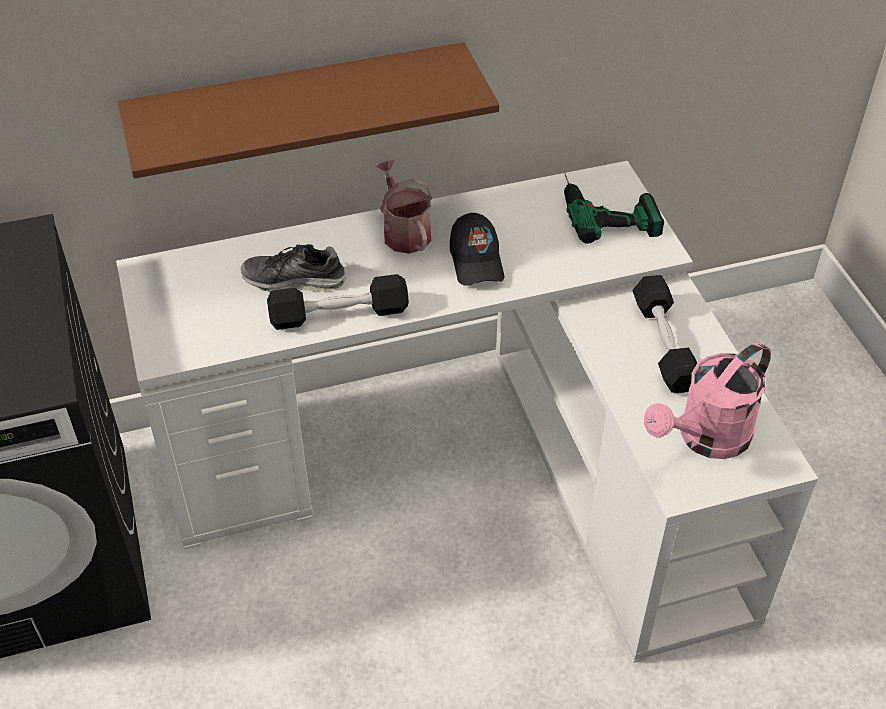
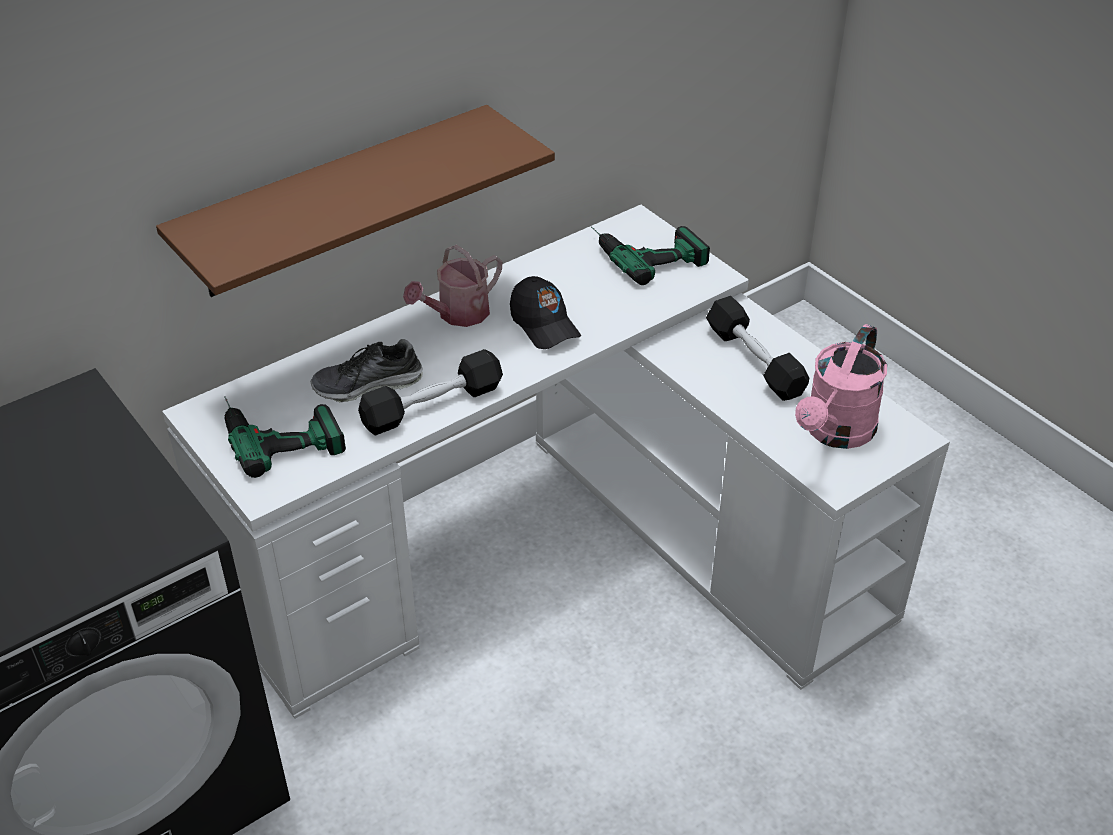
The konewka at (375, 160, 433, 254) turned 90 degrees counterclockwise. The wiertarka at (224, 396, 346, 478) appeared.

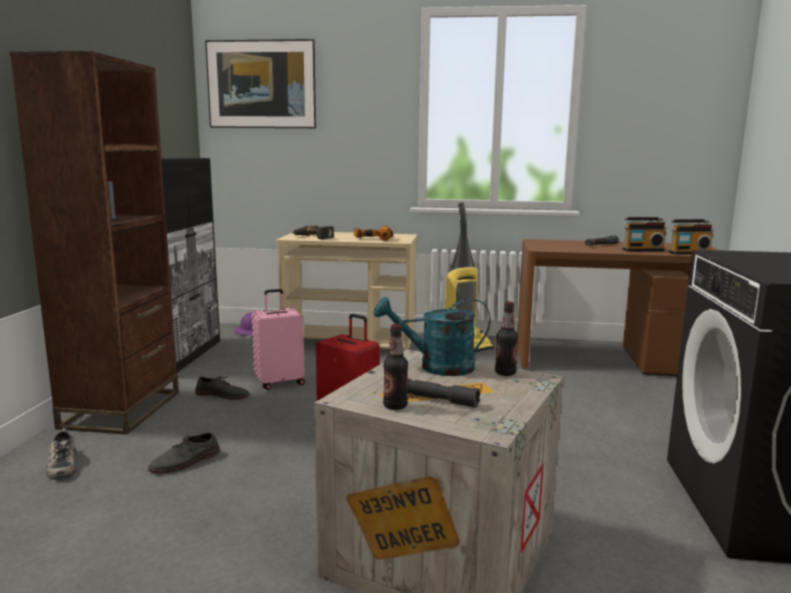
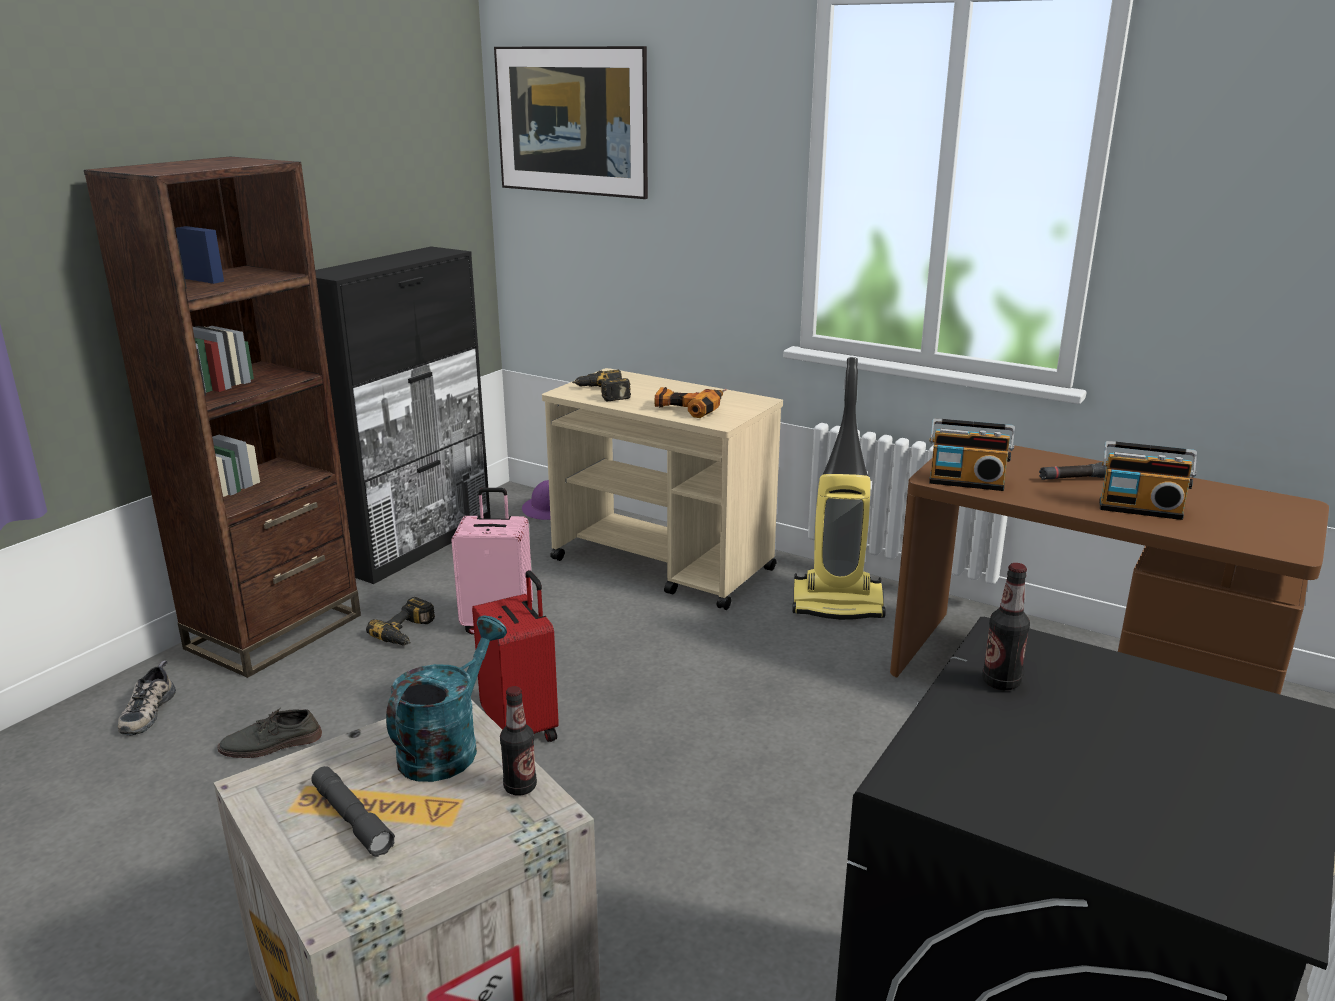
The radio moved from (668, 219, 714, 255) to (929, 418, 1015, 491). The konewka (turkusowy) at (374, 297, 490, 376) turned 90 degrees clockwise. The butelka moved from (383, 324, 408, 410) to (982, 563, 1030, 690). The but (szary) at (195, 376, 250, 400) was replaced by the wiertarka at (366, 597, 435, 645).

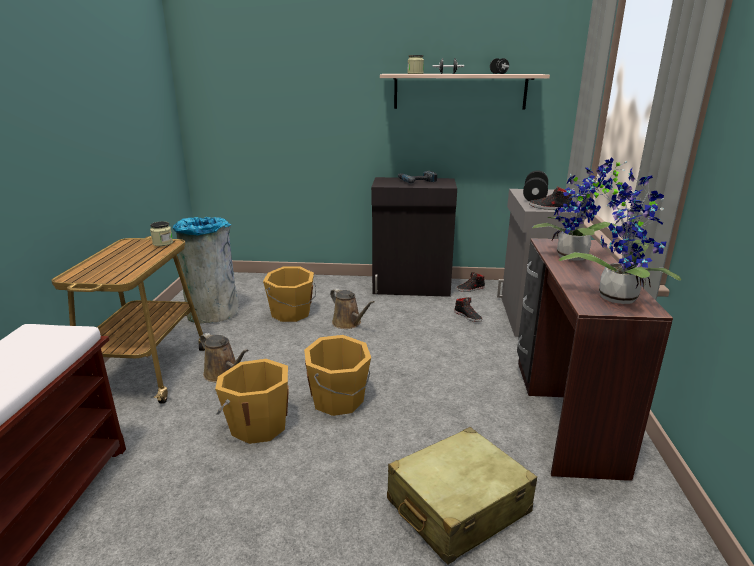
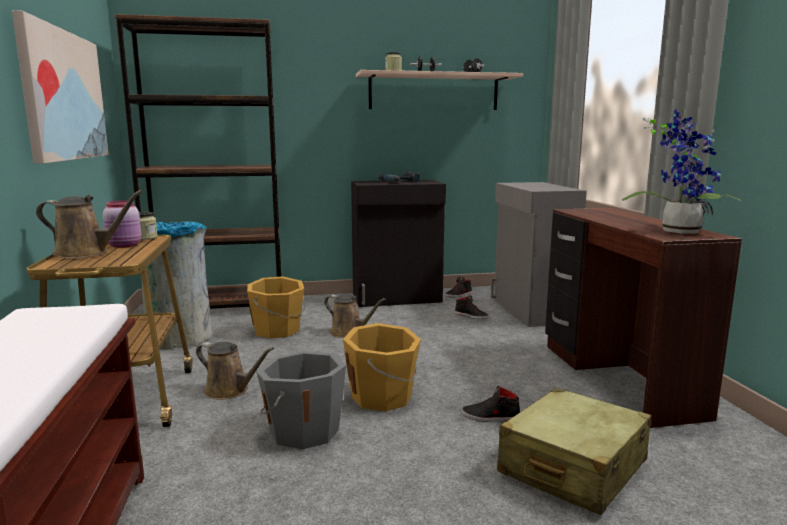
The roślina doniczkowa at (532, 157, 627, 260) disappeared. The hantel (czarny) at (523, 170, 548, 202) disappeared. The but (czarny) moved from (529, 186, 572, 210) to (461, 386, 520, 422). The wiadro (pomarańczowy) at (215, 359, 289, 444) became the wiadro (szary) at (256, 351, 346, 449). The obraz at (12, 10, 109, 164) appeared. The regał (brązowy) at (115, 14, 281, 309) appeared. The konewka (brązowy) at (36, 190, 143, 259) appeared. The słoik (różowy) at (103, 200, 142, 248) appeared.

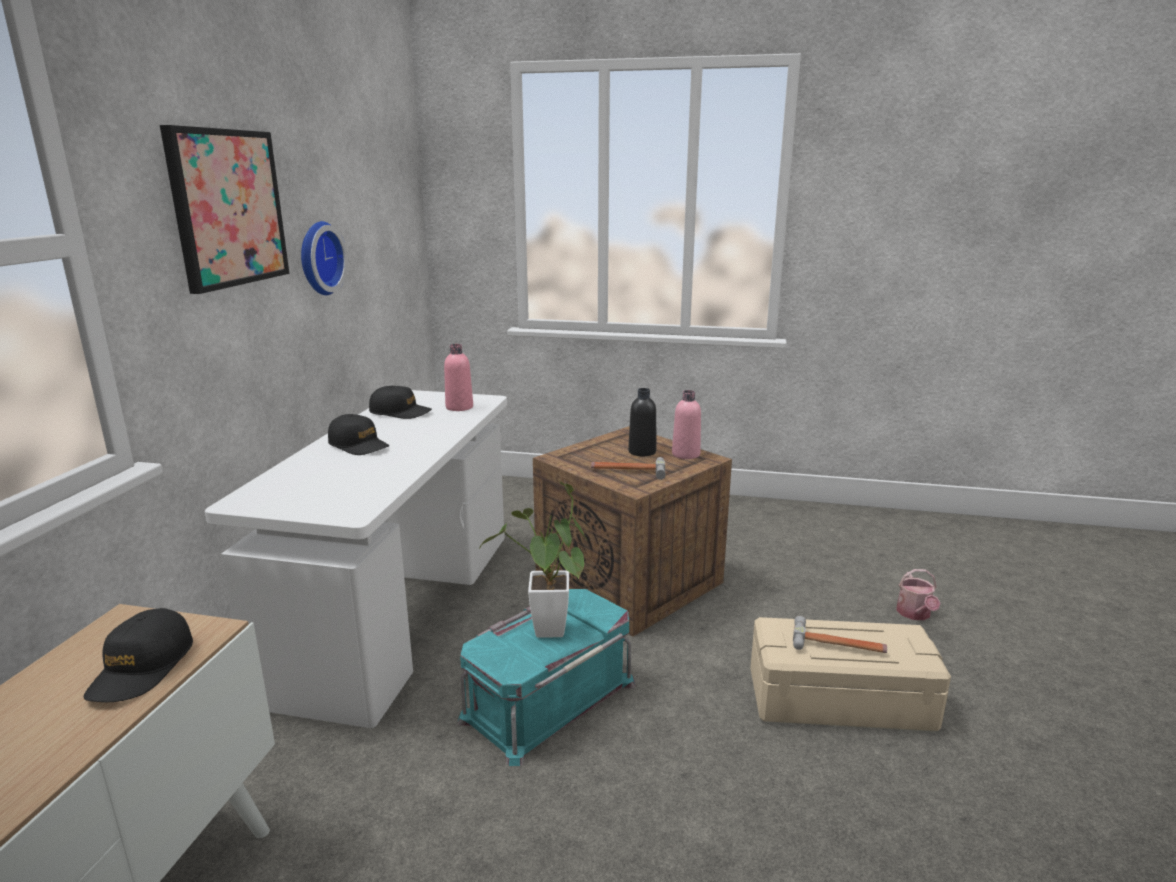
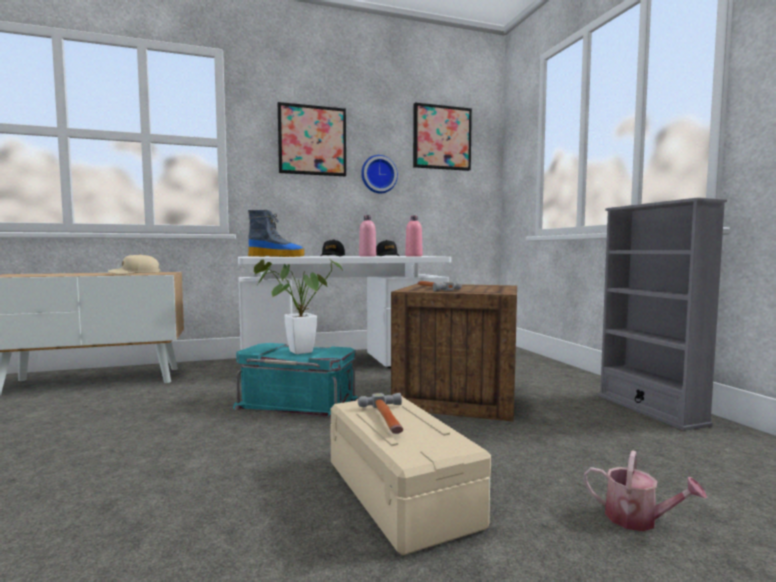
The butelka (czarny) at (628, 388, 656, 456) disappeared. The butelka (różowy) moved from (672, 390, 701, 459) to (359, 215, 376, 257). The konewka at (897, 569, 941, 620) turned 120 degrees counterclockwise. The czapka z daszkiem (czarny) at (84, 608, 193, 702) became the czapka z daszkiem (beżowy) at (108, 254, 160, 275). The obraz at (413, 103, 472, 171) appeared. The regał (szary) at (597, 197, 727, 431) appeared. The but z cholewką at (248, 210, 305, 257) appeared.

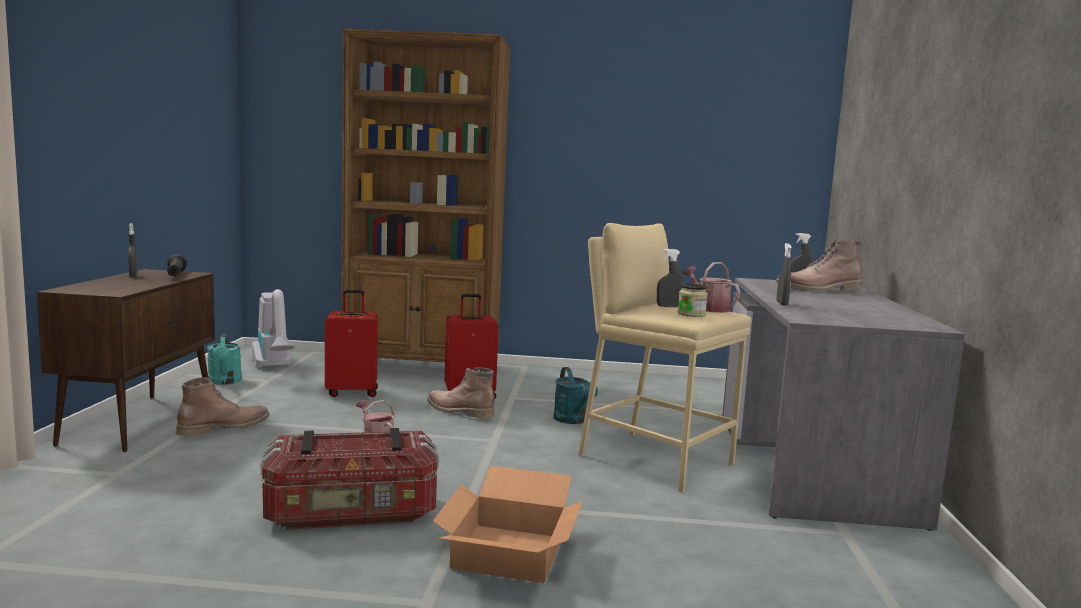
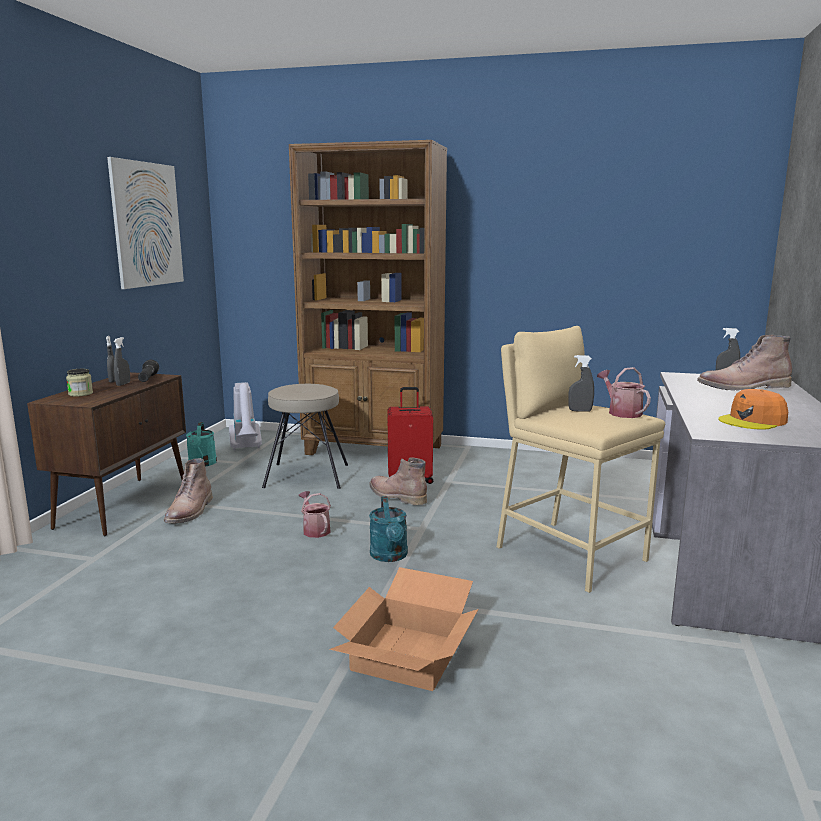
The spryskiwacz (szary) moved from (776, 243, 792, 306) to (114, 337, 130, 386). The słoik moved from (678, 283, 708, 317) to (66, 369, 93, 397). The walizka (czerwony) at (325, 290, 378, 397) was replaced by the stołek (beżowy) at (262, 384, 348, 489). The konewka (turkusowy) moved from (553, 367, 598, 424) to (369, 496, 408, 562). The but z cholewką (brązowy) at (176, 377, 270, 437) turned 135 degrees clockwise. The pojemnik do przechowywania at (261, 428, 439, 530) disappeared. The obraz at (107, 157, 184, 289) appeared. The czapka z daszkiem (pomarańczowy) at (718, 389, 788, 430) appeared.

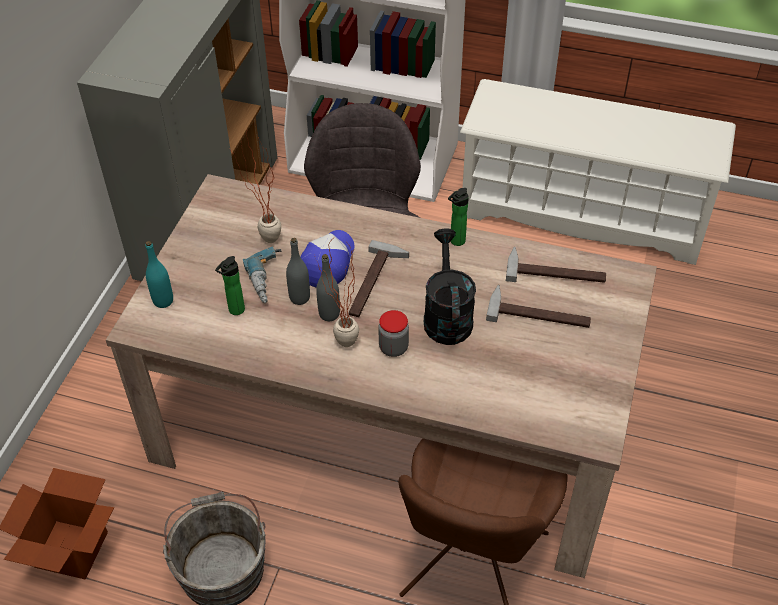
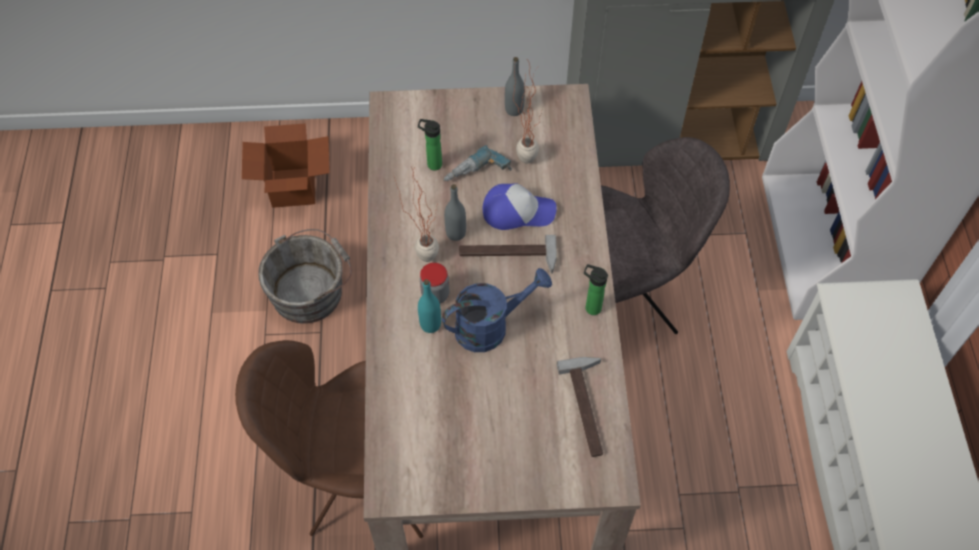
The konewka (czarny) at (424, 228, 476, 345) became the konewka (niebieski) at (442, 268, 552, 352). The butelka (szary) moved from (286, 238, 310, 305) to (505, 57, 525, 116). The butelka (turkusowy) moved from (146, 241, 173, 308) to (418, 279, 441, 333). The młotek at (486, 285, 591, 328) disappeared.

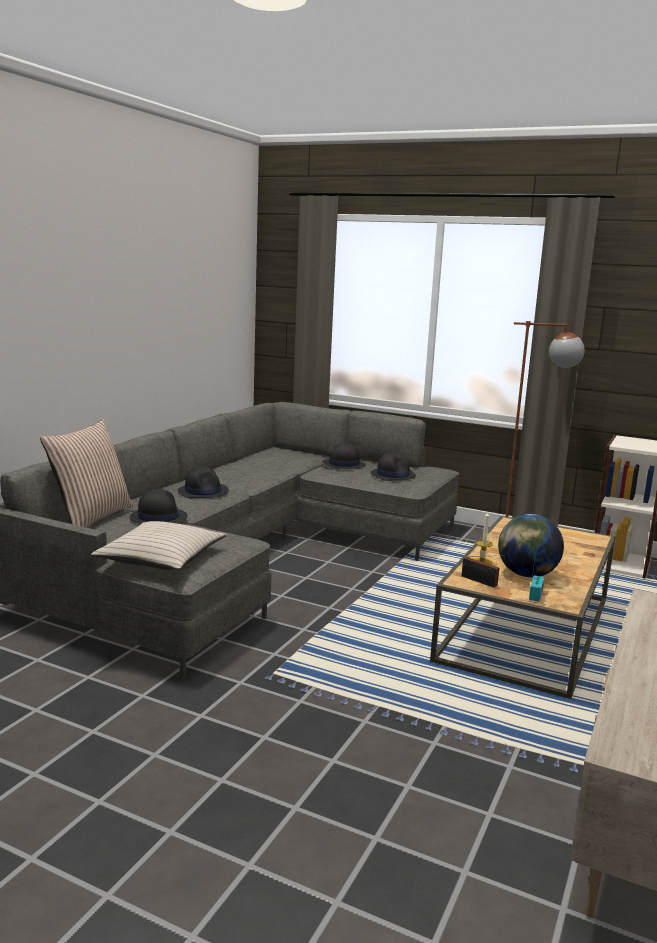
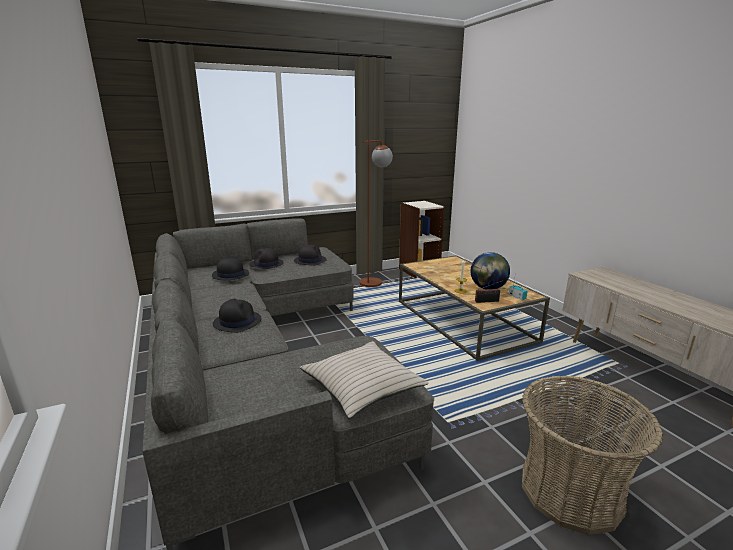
The poduszka at (40, 419, 133, 528) disappeared. The kapelusz (czarny) moved from (130, 490, 188, 524) to (212, 257, 249, 280). The koszyk at (522, 375, 663, 535) appeared.

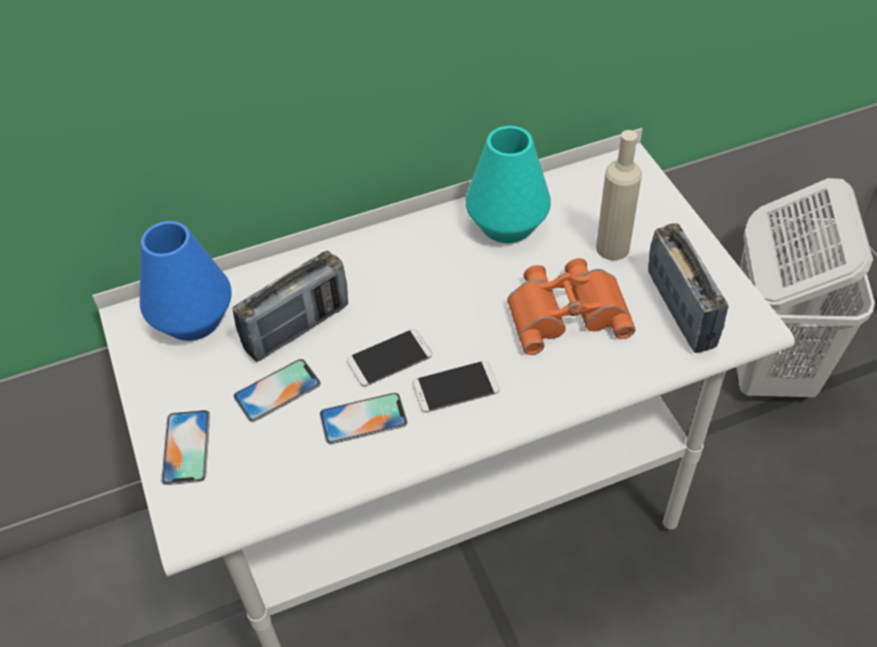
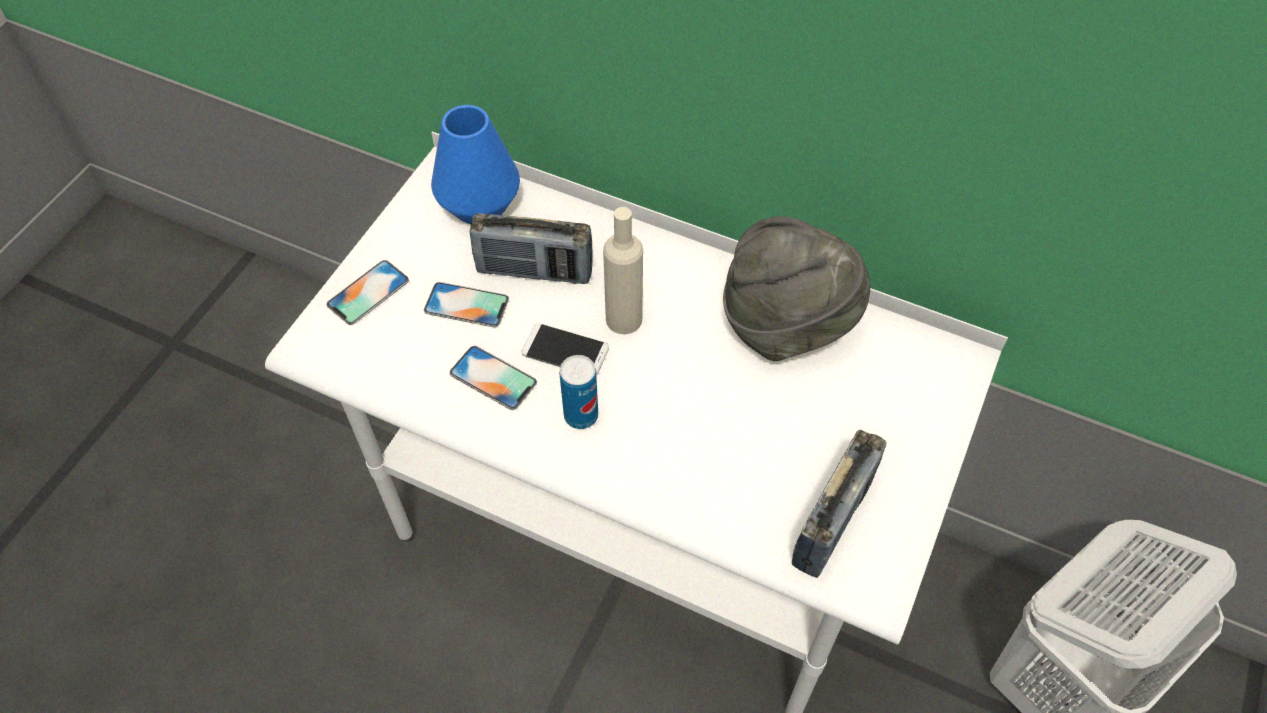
The wazon (turkusowy) at (465, 126, 551, 243) was replaced by the kapelusz (szary) at (723, 216, 870, 361). The butelka (beżowy) moved from (596, 130, 642, 260) to (603, 207, 643, 334). The lornetka (pomarańczowy) at (507, 258, 636, 355) disappeared. The telefon at (412, 361, 500, 413) was replaced by the puszka at (559, 355, 598, 429).

